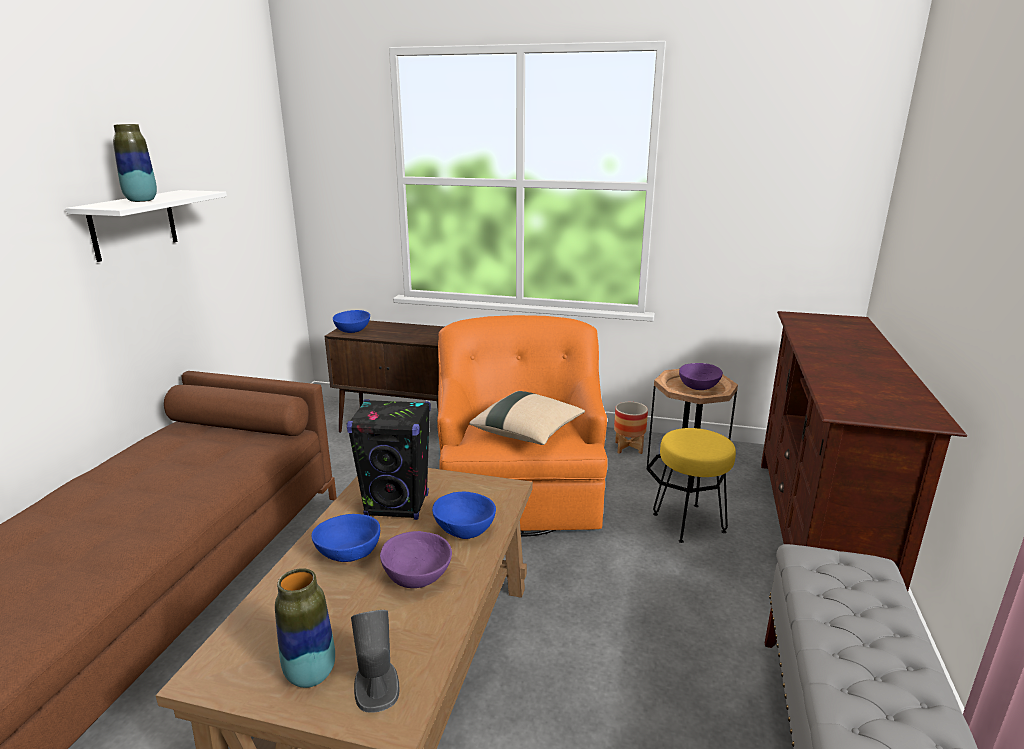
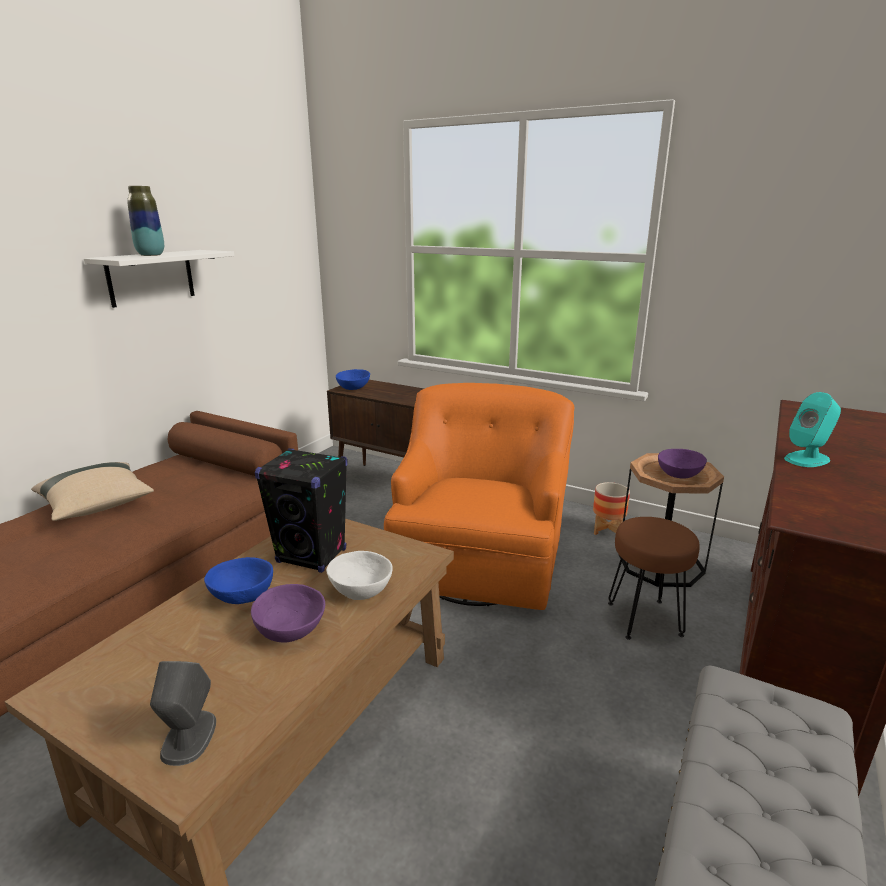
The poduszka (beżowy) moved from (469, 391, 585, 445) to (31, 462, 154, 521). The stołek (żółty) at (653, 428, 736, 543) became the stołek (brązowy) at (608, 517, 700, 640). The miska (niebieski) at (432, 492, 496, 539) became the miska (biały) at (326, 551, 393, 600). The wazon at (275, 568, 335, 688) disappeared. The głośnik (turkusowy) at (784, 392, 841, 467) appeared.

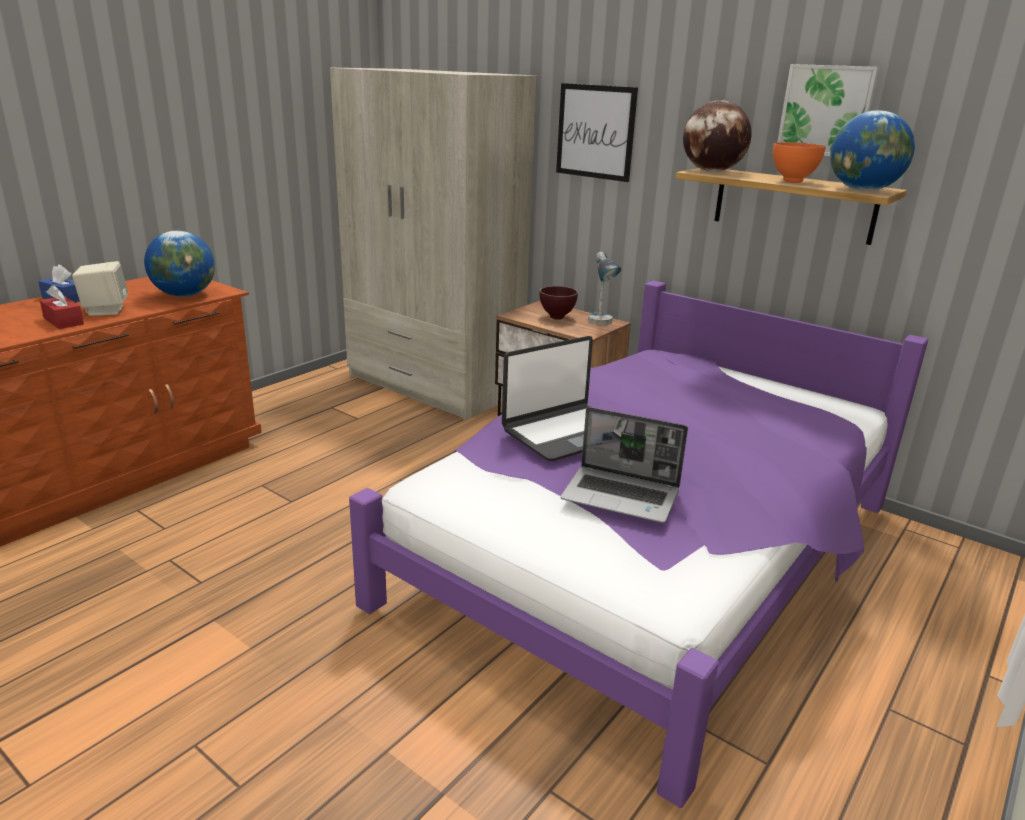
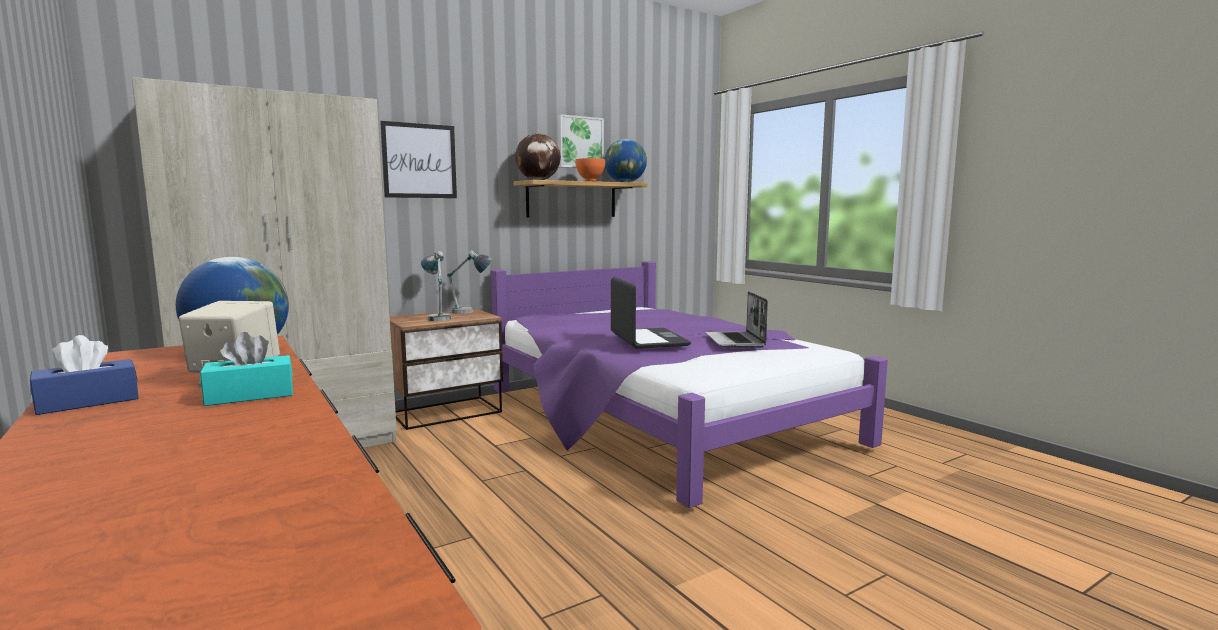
The pudełko chusteczek (czerwony) at (40, 285, 84, 329) became the pudełko chusteczek (turkusowy) at (200, 332, 293, 406). The miska (brązowy) at (540, 286, 578, 320) was replaced by the lampa stołowa at (421, 251, 451, 321). The laptop at (561, 407, 688, 523) turned 135 degrees clockwise.

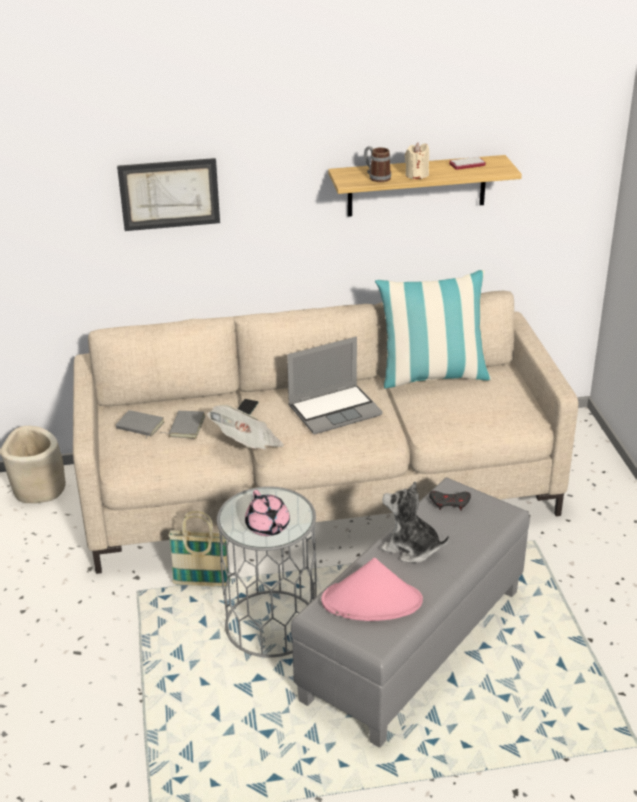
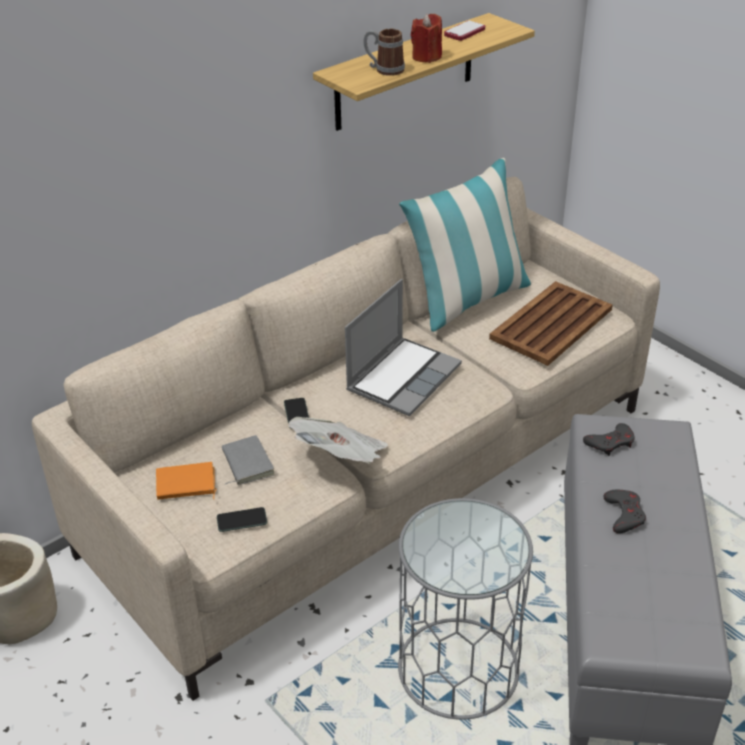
The świeca (beżowy) at (405, 143, 429, 179) became the świeca (czerwony) at (411, 14, 442, 63). The obraz at (117, 158, 220, 231) disappeared. The książka (szary) at (116, 410, 165, 438) became the książka (pomarańczowy) at (156, 462, 217, 500). The pluszak at (381, 481, 450, 563) was replaced by the pad do gier (szary) at (603, 489, 646, 534). The imbryk (różowy) at (245, 490, 290, 536) disappeared. The koszyk at (168, 511, 231, 587) disappeared. The kapelusz (różowy) at (321, 558, 423, 621) disappeared. The taca (brązowy) at (489, 281, 612, 366) appeared. The telefon at (217, 507, 267, 532) appeared.

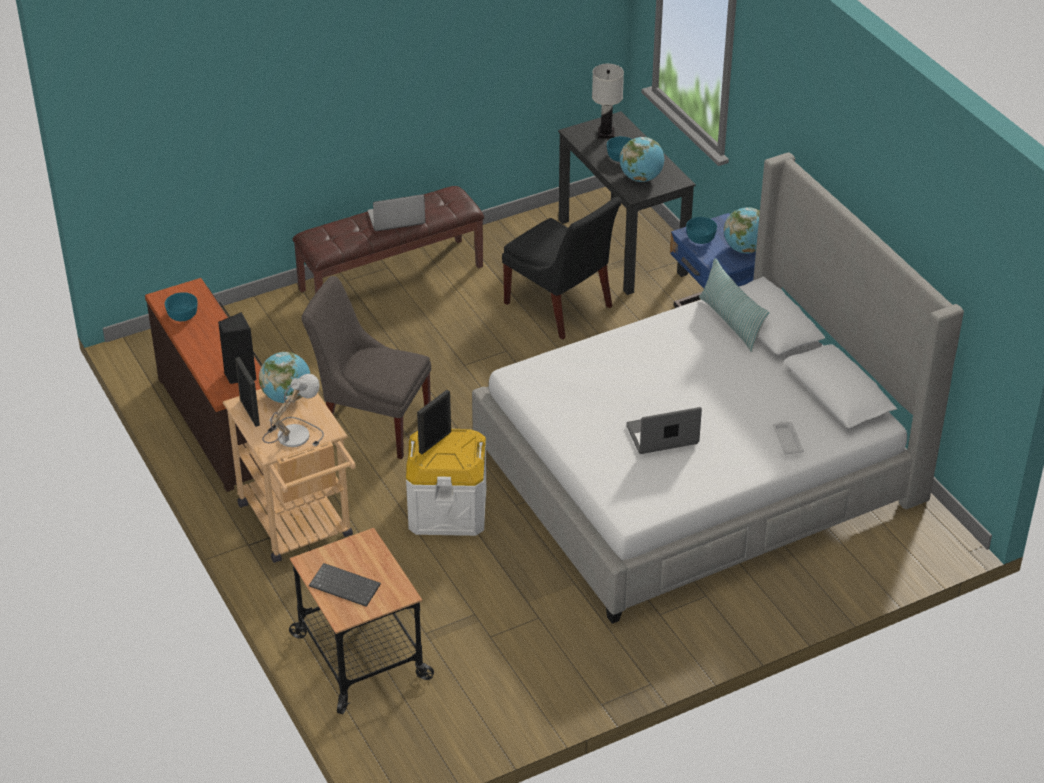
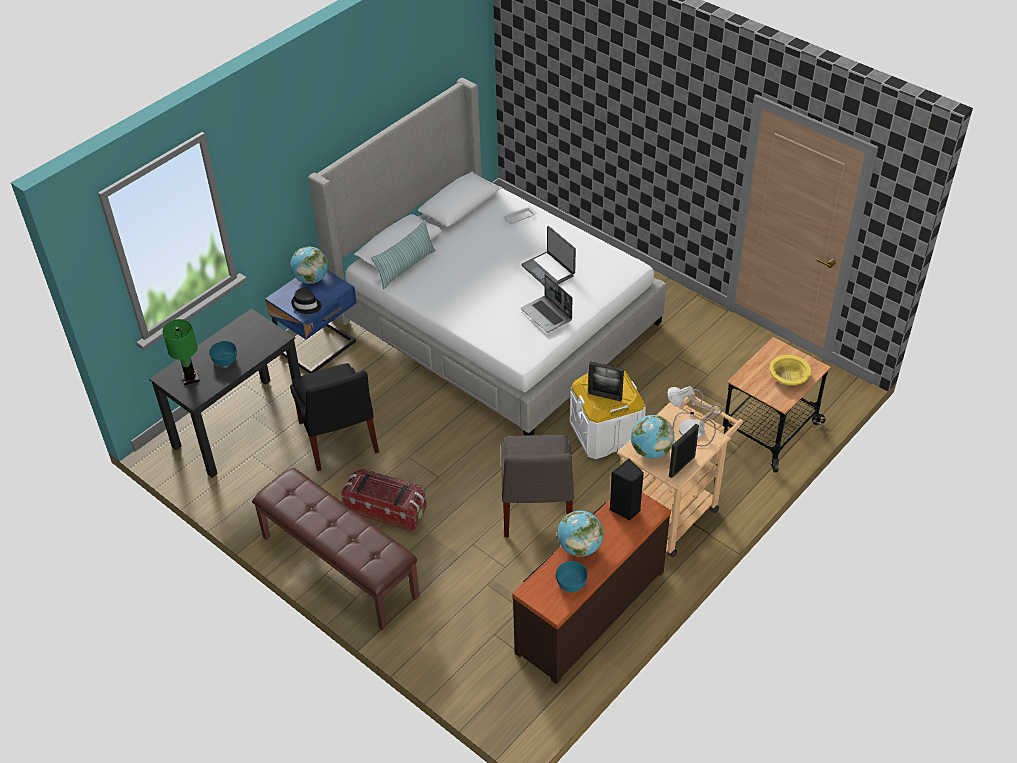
The lampa stołowa (biały) at (592, 64, 624, 139) became the lampa stołowa (zielony) at (162, 319, 200, 385). The globus moved from (620, 137, 664, 182) to (557, 511, 604, 557). The laptop moved from (368, 194, 426, 231) to (521, 274, 572, 333). The krzesło (czarny) at (502, 197, 622, 339) turned 135 degrees clockwise. The miska (turkusowy) at (686, 217, 717, 244) was replaced by the kapelusz (czarny) at (291, 288, 322, 314). The klawiatura at (309, 563, 381, 607) was replaced by the miska (żółty) at (770, 355, 811, 385). The pojemnik do przechowywania at (341, 469, 427, 531) appeared.

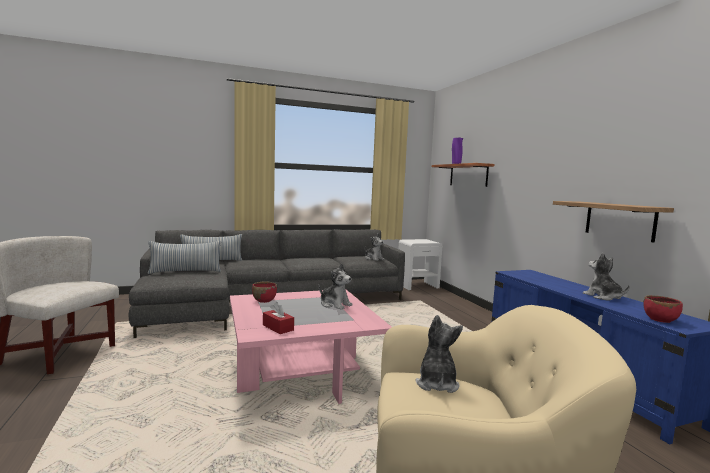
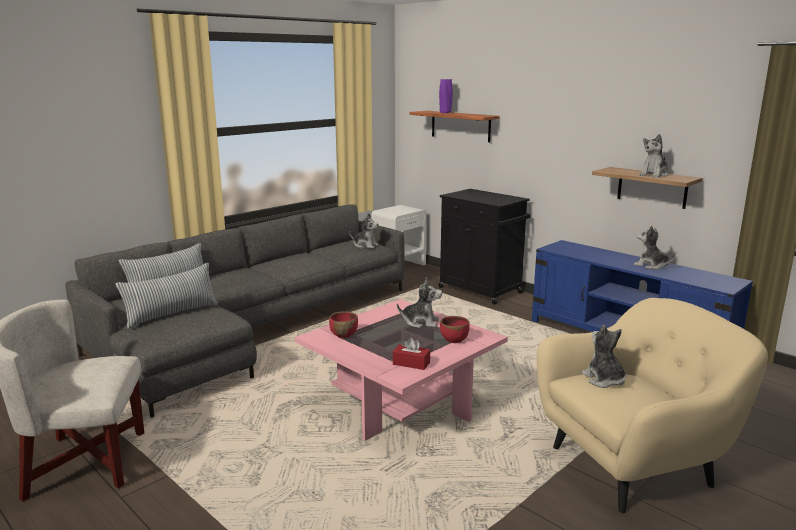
The miska (czerwony) moved from (643, 295, 683, 323) to (440, 316, 470, 343). The pluszak at (639, 134, 668, 178) appeared. The szafka (czarny) at (439, 189, 531, 305) appeared.

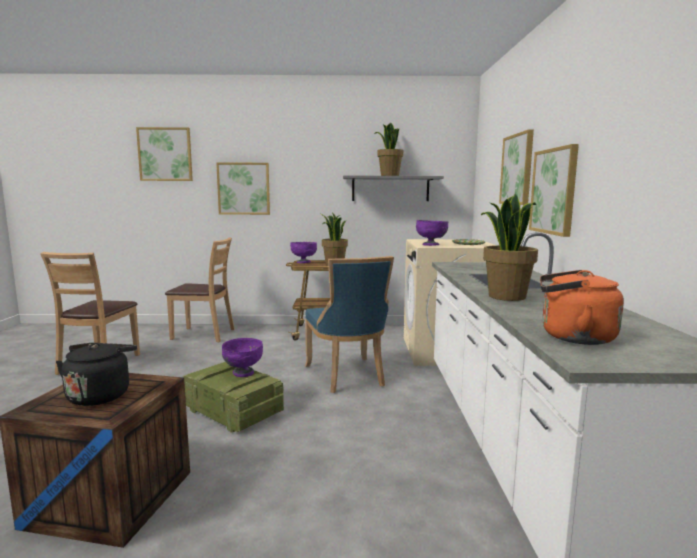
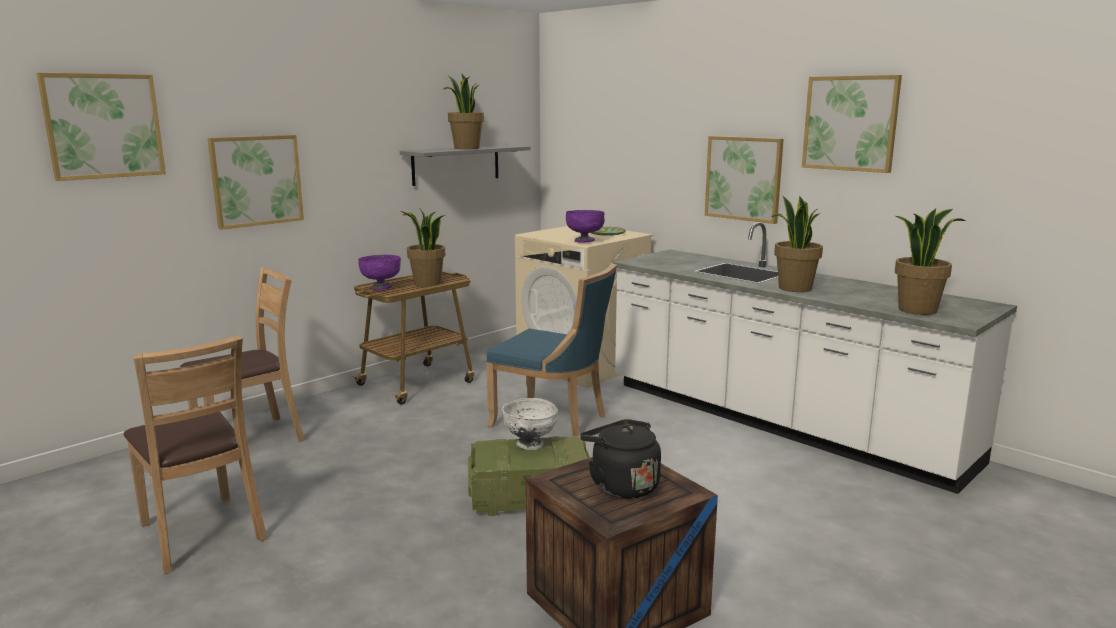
The obraz moved from (499, 129, 534, 205) to (802, 75, 902, 173). The czajnik (pomarańczowy) at (540, 270, 624, 345) was replaced by the roślina doniczkowa at (895, 209, 966, 315). The miska (fioletowy) at (222, 338, 263, 377) became the miska (biały) at (502, 398, 558, 450).

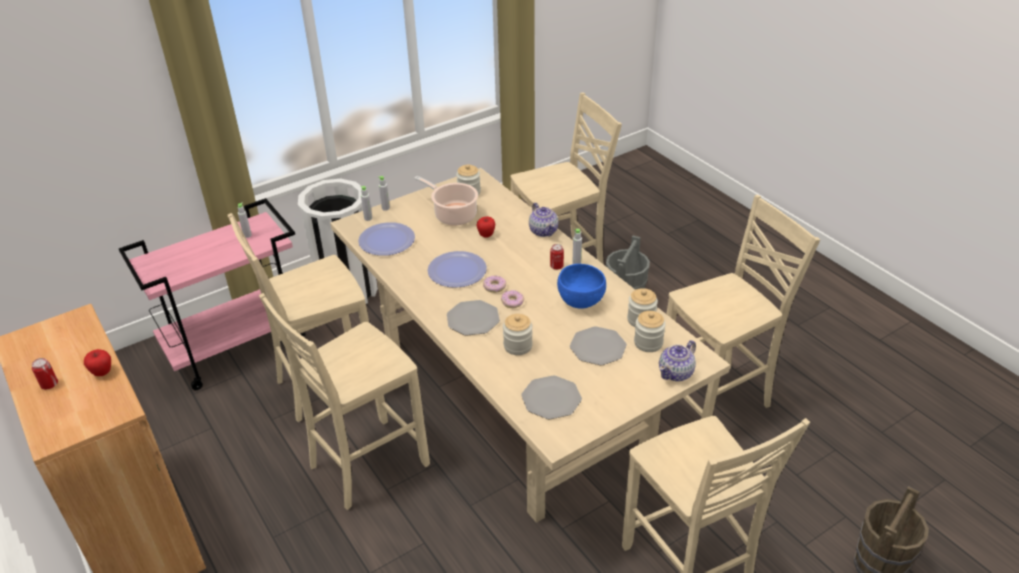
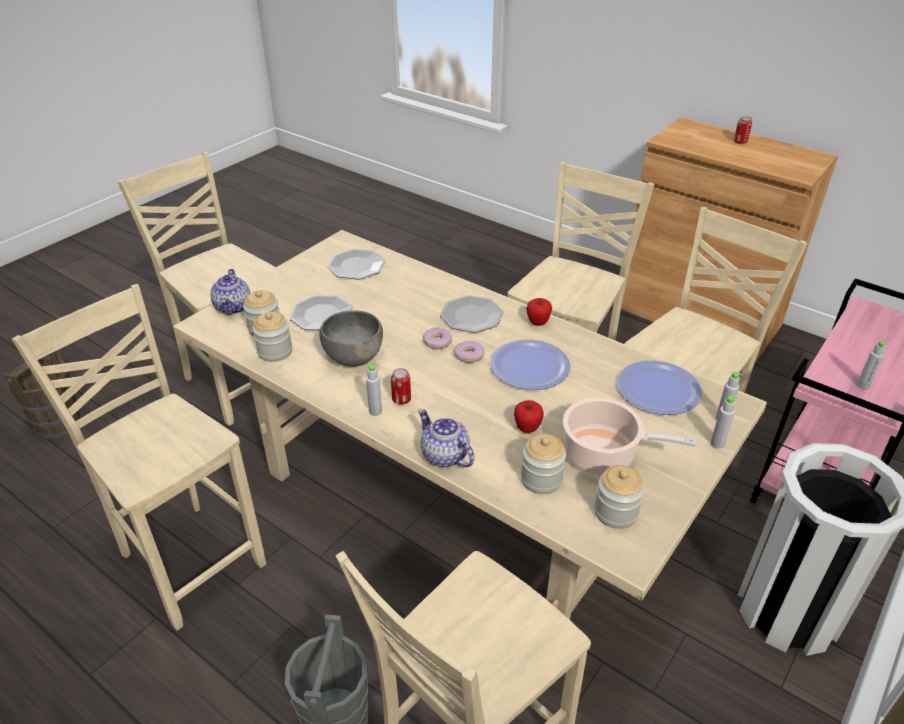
The krzesło (beżowy) at (667, 195, 820, 419) turned 90 degrees clockwise. The miska (niebieski) at (557, 264, 606, 309) became the miska (szary) at (319, 310, 383, 367). The słoik moved from (503, 314, 533, 355) to (521, 434, 566, 494). The imbryk at (659, 340, 696, 381) turned 150 degrees clockwise. The jabłko moved from (84, 349, 111, 376) to (526, 298, 552, 326).

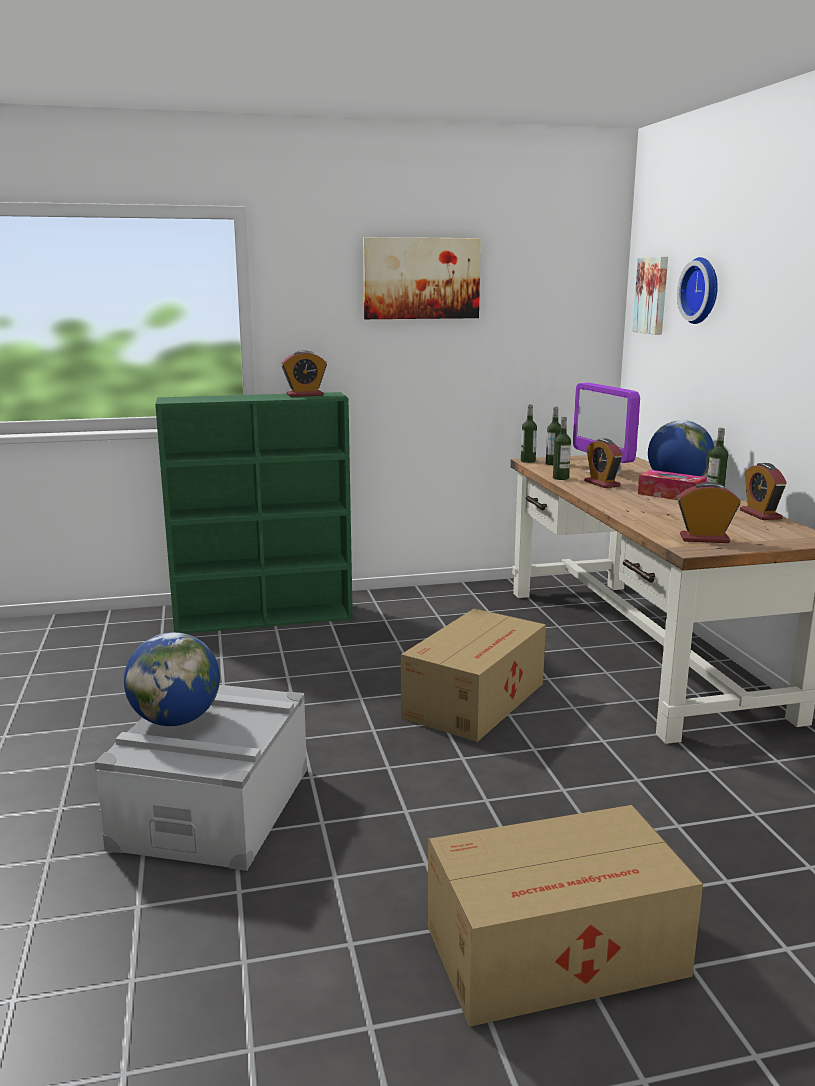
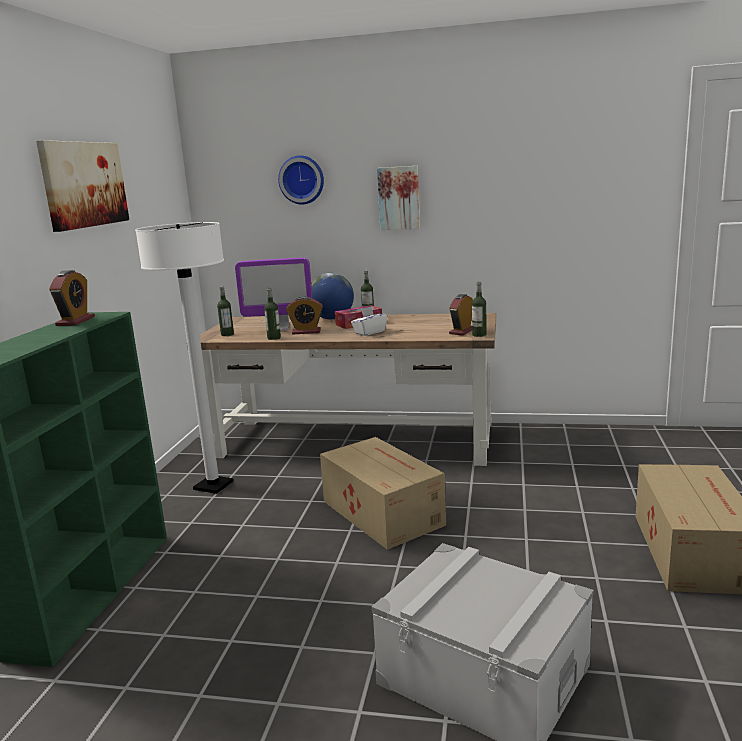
The obraz moved from (632, 257, 668, 335) to (377, 166, 420, 230). The butelka moved from (521, 405, 537, 463) to (472, 282, 487, 337). The budzik at (740, 463, 787, 520) disappeared. The globus at (124, 632, 220, 726) disappeared. The lampa stojąca (biały) at (135, 222, 233, 494) appeared. The pudełko chusteczek (biały) at (351, 306, 387, 336) appeared.

